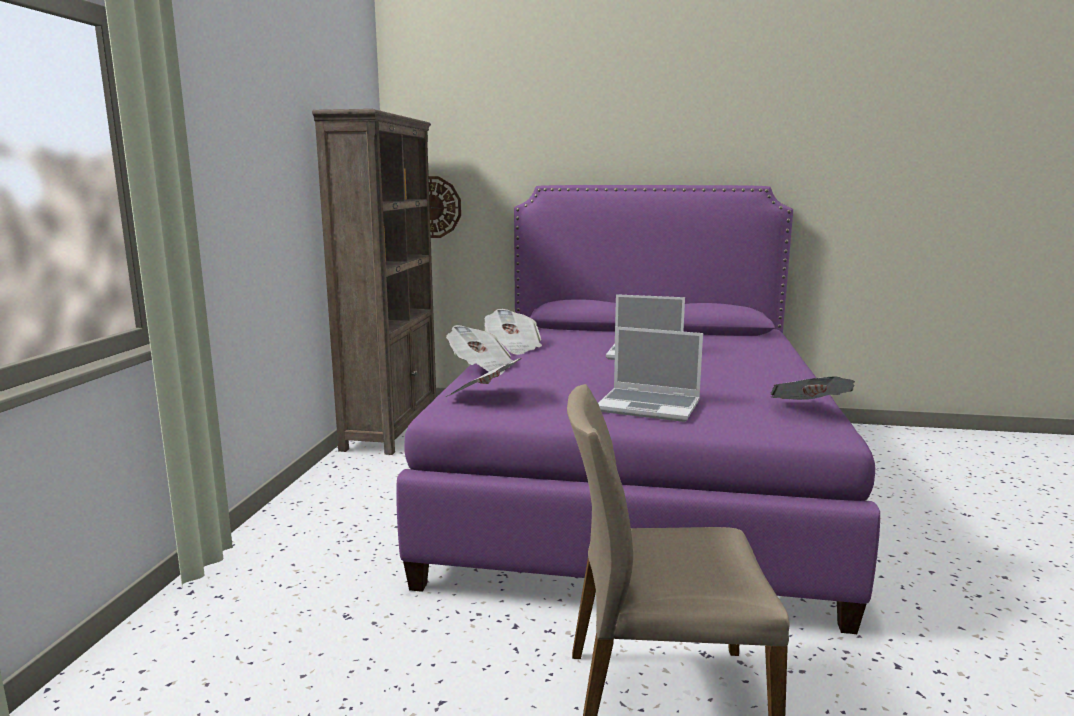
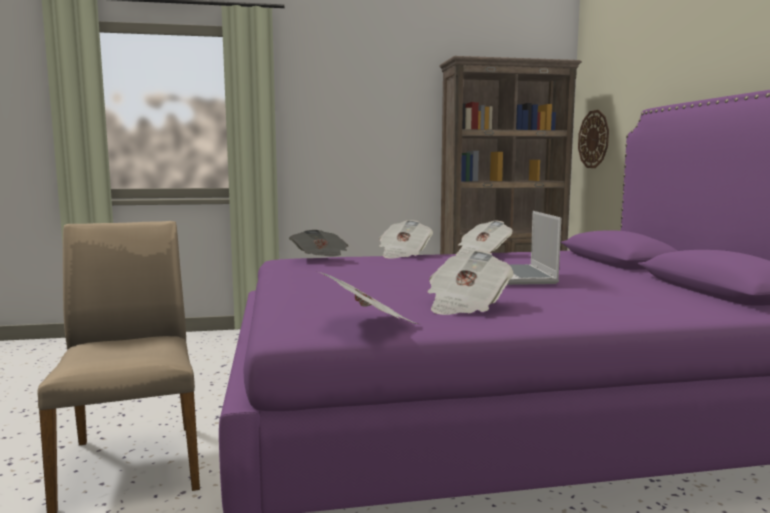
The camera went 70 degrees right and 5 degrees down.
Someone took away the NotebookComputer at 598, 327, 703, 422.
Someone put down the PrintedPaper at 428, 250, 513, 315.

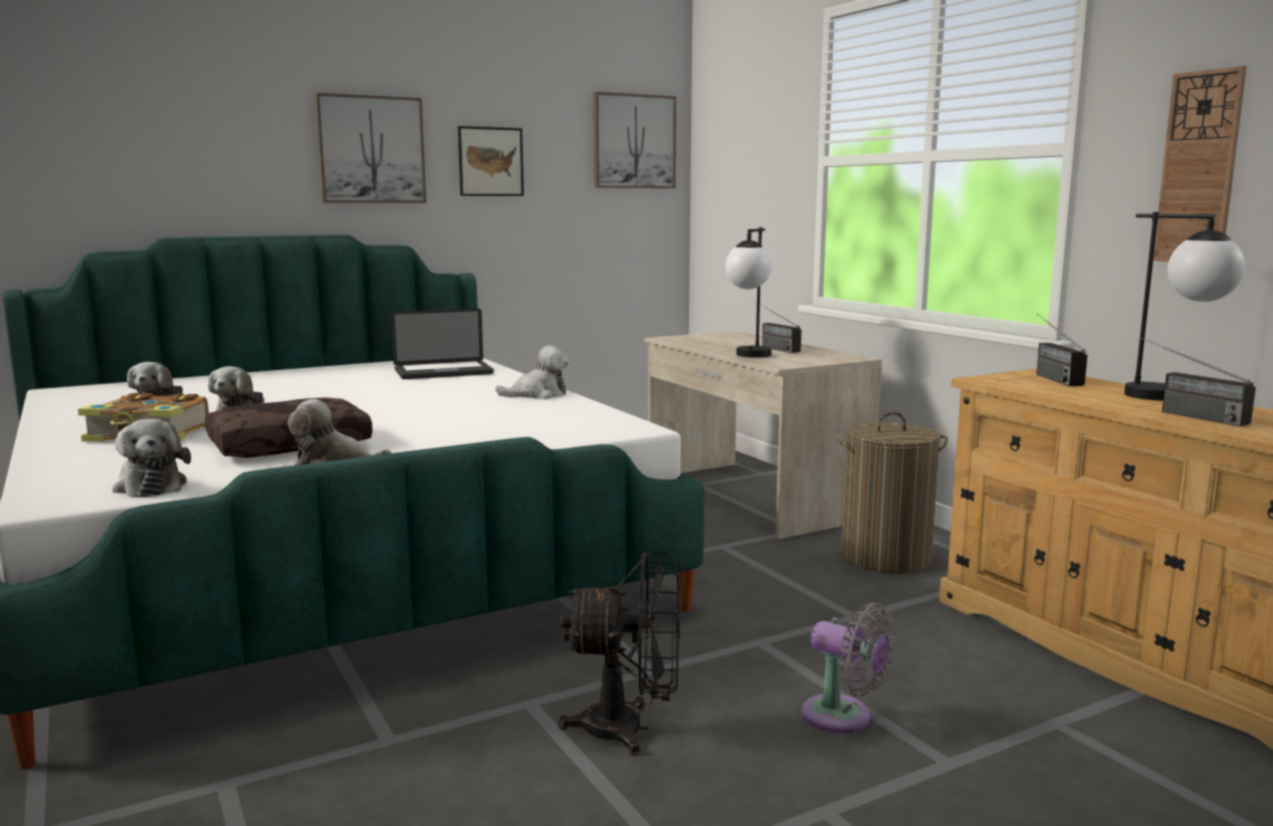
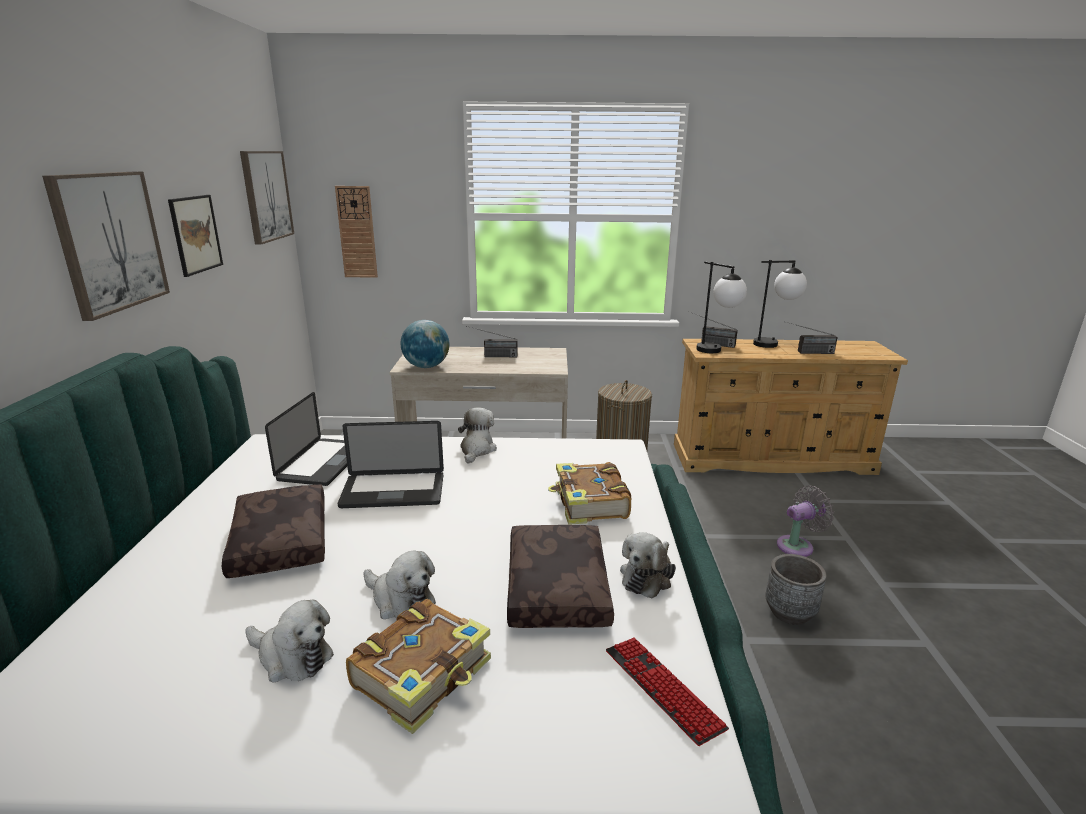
The camera went 60 degrees left and 10 degrees up.
Someone swapped the PlushToy at 112, 419, 191, 497 for the Keyboard at 606, 638, 729, 746.
Someone swapped the BlackElectricFan at 558, 552, 680, 756 for the GreyFlowerPot at 765, 554, 827, 625.
Someone carried the LampForATable from 726, 227, 772, 358 to 696, 261, 747, 353.
Someone carried the WallClock from 1153, 66, 1247, 262 to 335, 186, 378, 278.
Someone put down the BrownColouredCushion at 222, 484, 325, 578.
Someone put down the NotebookComputer at 338, 421, 444, 508.
Someone put down the WorldGlobe at 400, 320, 450, 368.
Someone put down the Book at 548, 462, 631, 525.

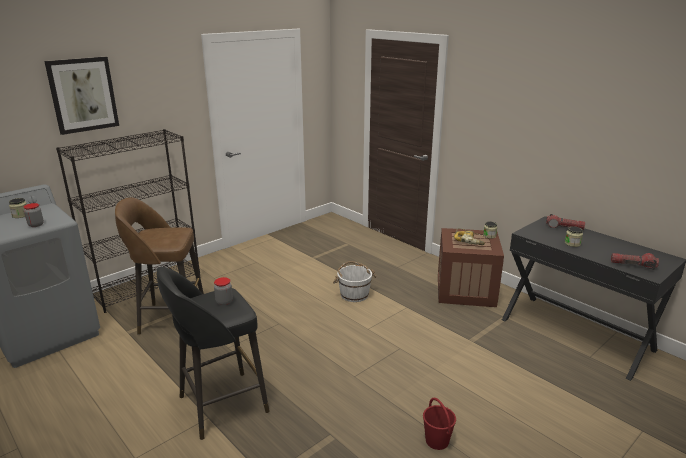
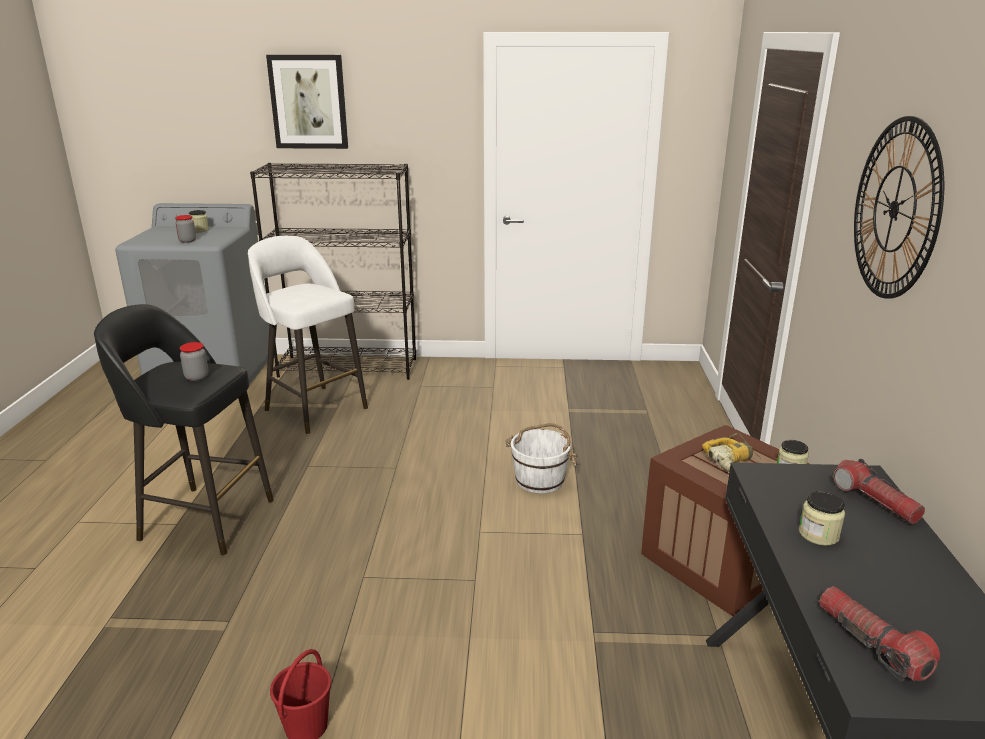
The camera went 45 degrees right and 0 degrees up.
Someone repainted the BrownColouredStool at 115, 197, 204, 335, which became the WhiteStool at 248, 236, 368, 434.
Someone put up the WallClock at 854, 116, 944, 299.

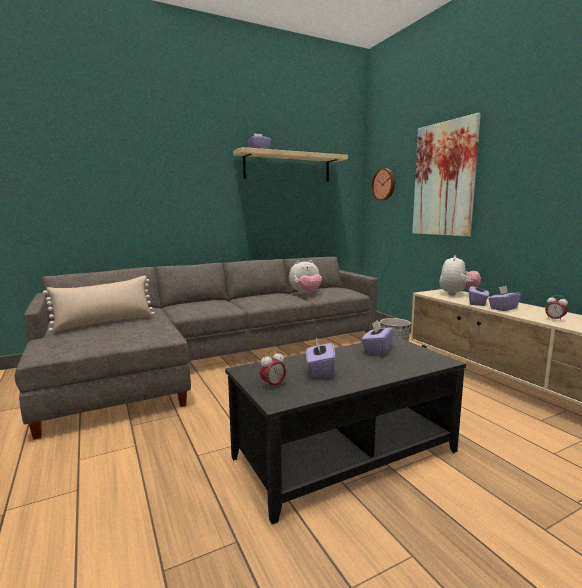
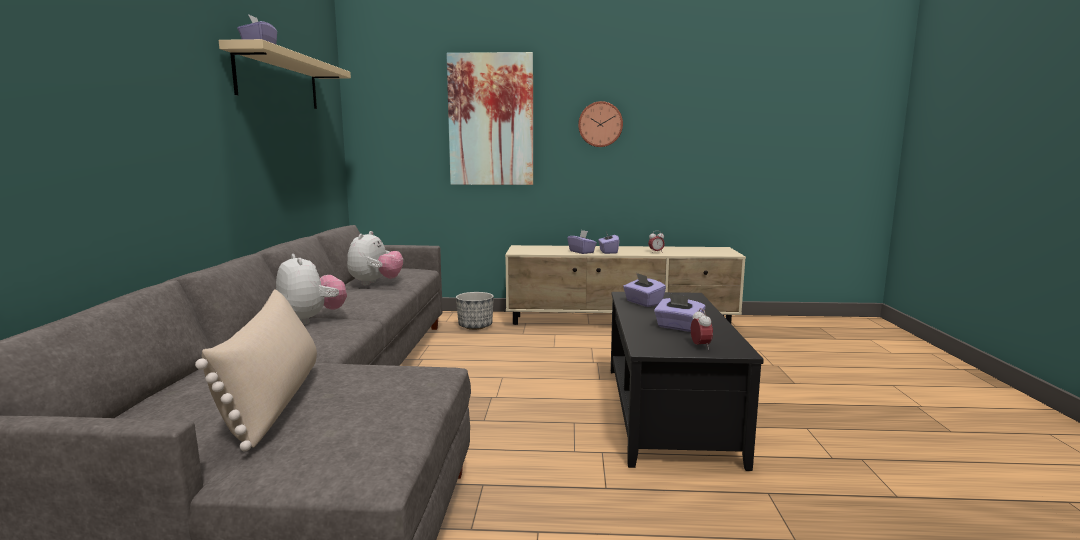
The camera went 60 degrees left and 0 degrees up.
Someone carried the WallClock from 372, 168, 395, 201 to 578, 101, 623, 147.
Someone carried the PlushToy from 439, 255, 481, 296 to 276, 254, 347, 325.

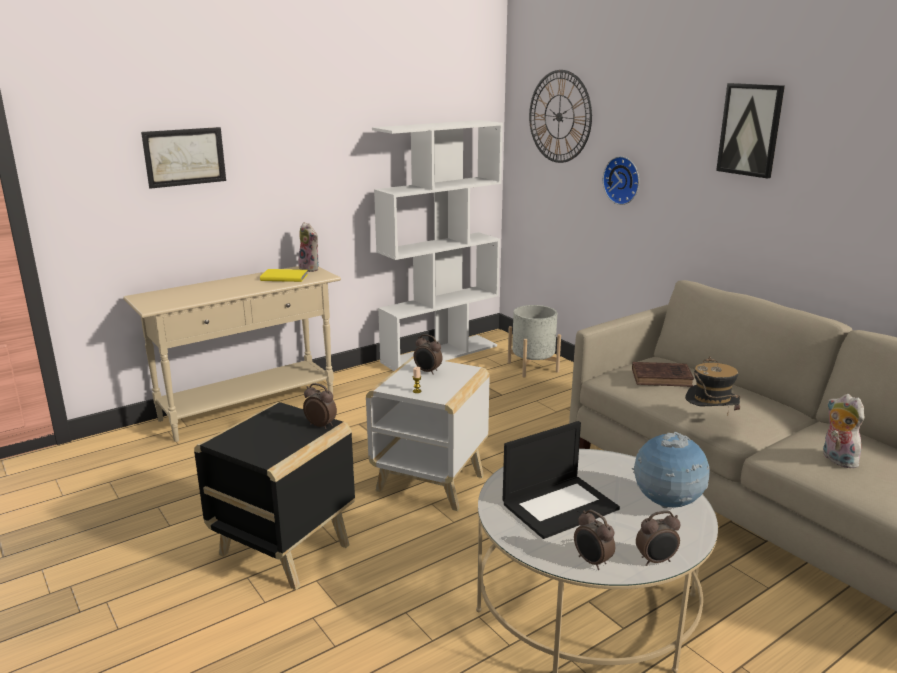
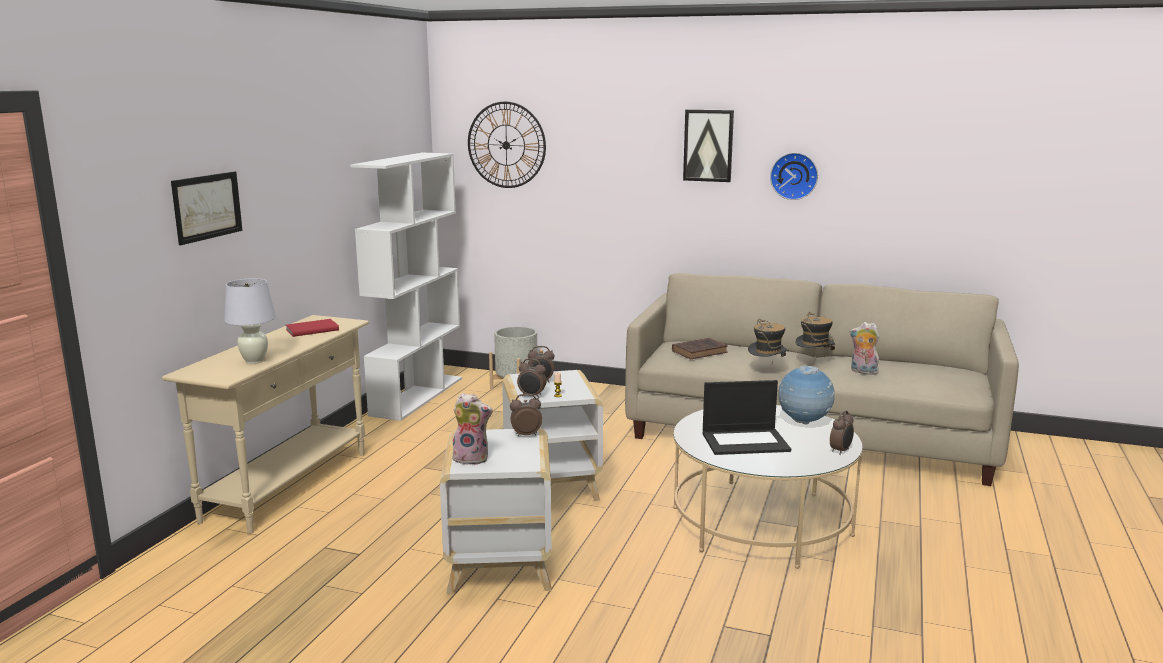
The camera went 35 degrees left and 5 degrees down.
Someone repainted the BlackAccentTable at 194, 402, 355, 590, which became the WhiteAccentTable at 440, 428, 552, 595.
Someone repainted the YellowColouredBook at 260, 269, 308, 282, which became the RedColouredBook at 286, 319, 339, 337.
Someone carried the PlushToy from 298, 222, 319, 272 to 452, 393, 493, 465.
Someone rotated the NotebookComputer at 503, 421, 620, 539 by 60 degrees clockwise.
Someone carried the TableClock from 574, 510, 615, 570 to 517, 359, 546, 398.
Someone carried the WallClock from 603, 156, 639, 205 to 770, 153, 818, 200.
Someone put down the WhiteLampForATable at 224, 278, 276, 364.
Someone put down the WearableHat at 795, 312, 835, 357.

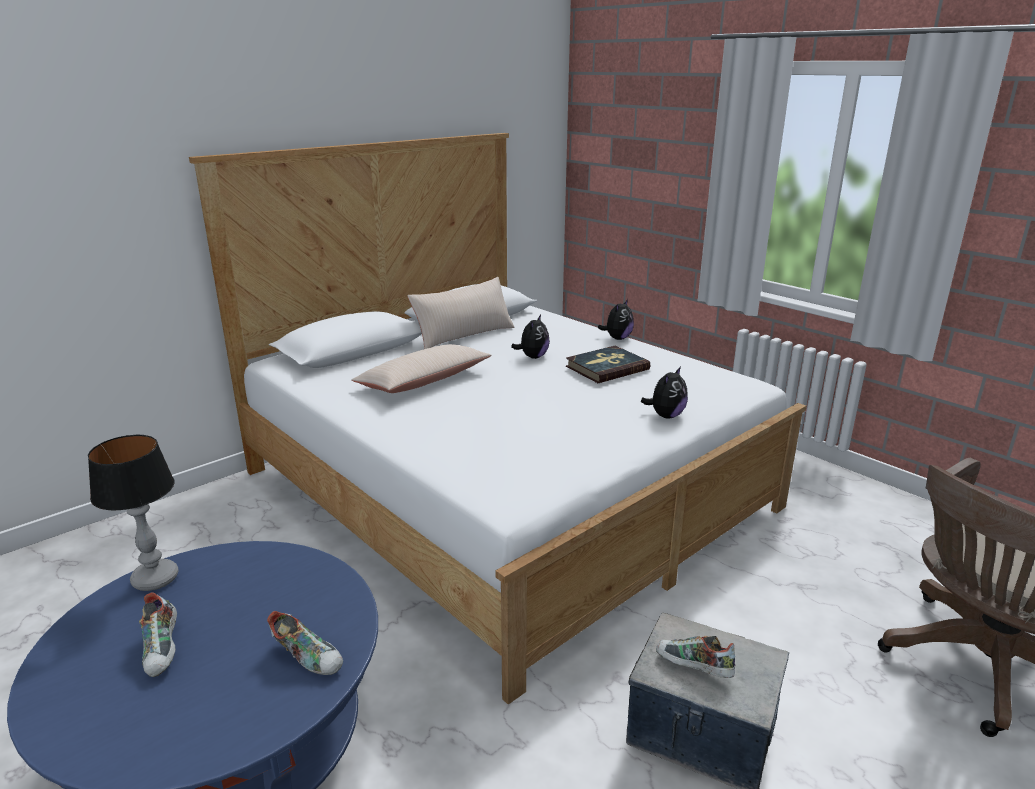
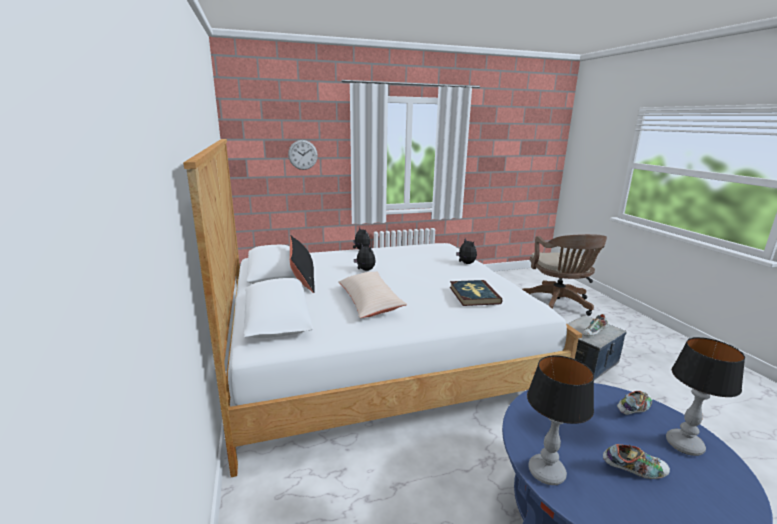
The camera went 65 degrees left and 5 degrees down.
Someone repainted the BeigeColouredCushion at 407, 277, 514, 349, which became the BlackCushion at 290, 235, 315, 293.
Someone carried the Book from 566, 346, 650, 383 to 450, 280, 502, 306.
Someone put up the WallClock at 288, 140, 318, 170.
Someone put down the LampForATable at 666, 337, 745, 456.

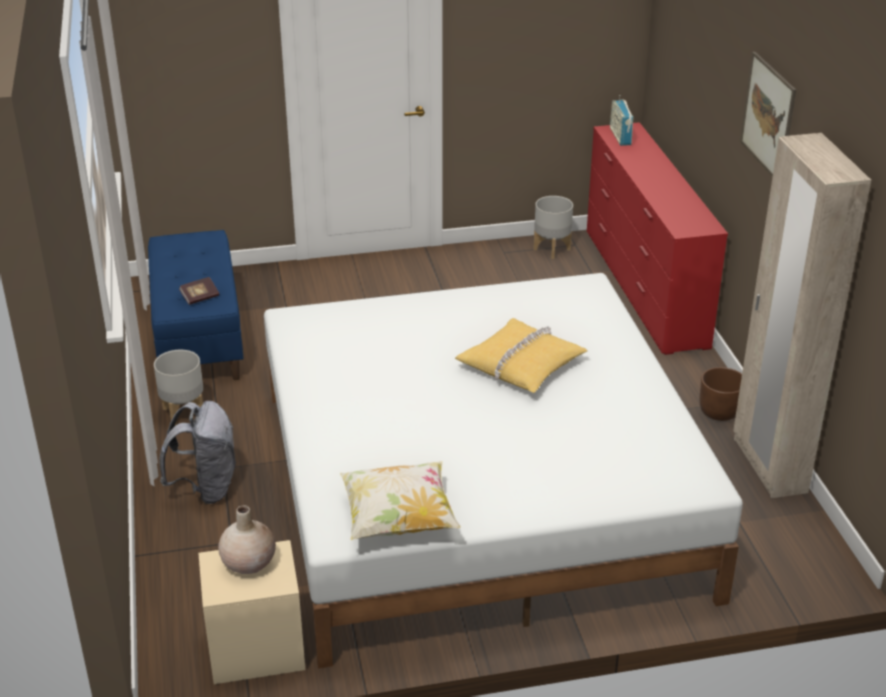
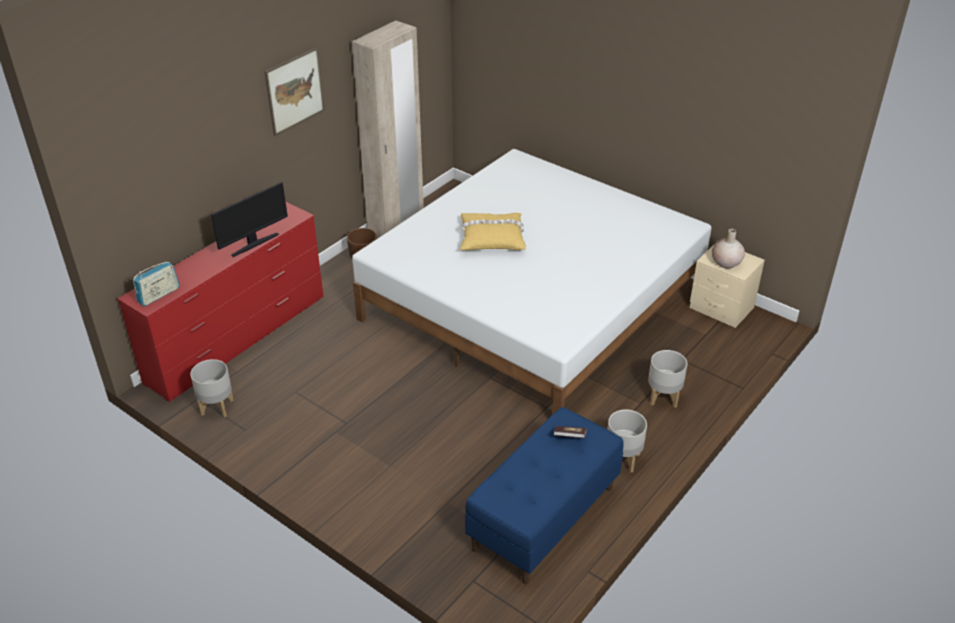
The camera went 130 degrees left and 5 degrees up.
Someone swapped the GreyBackpack at 160, 401, 236, 504 for the GreyFlowerPot at 648, 350, 687, 408.
Someone took away the Cushion at 340, 461, 461, 540.
Someone put down the Monitor at 211, 182, 288, 257.

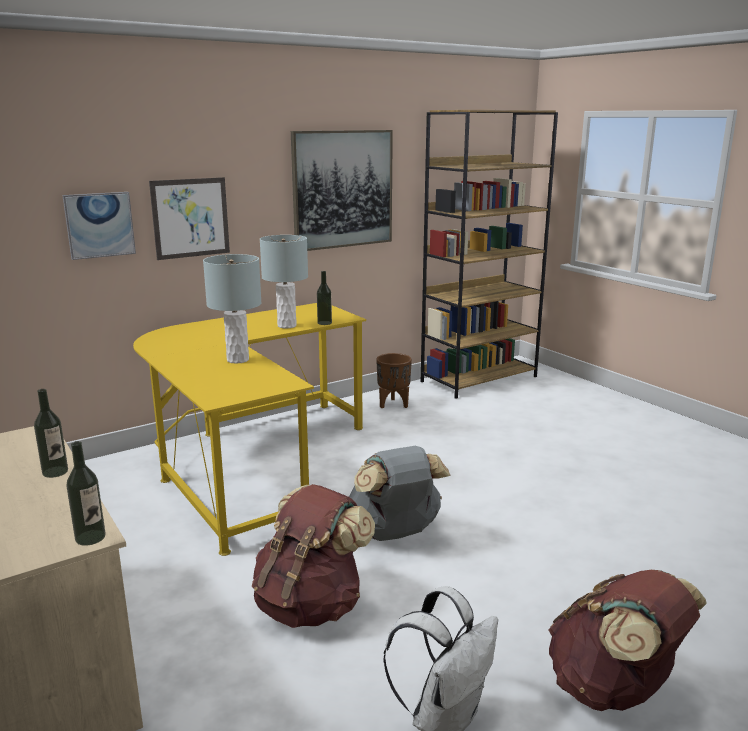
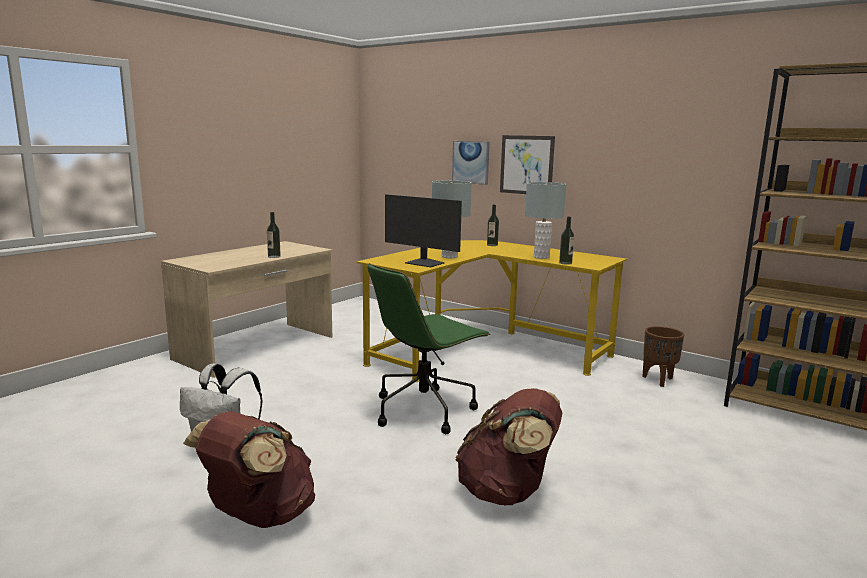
The camera went 70 degrees right and 5 degrees down.
Someone carried the BeverageBottle from 66, 441, 105, 546 to 487, 205, 499, 246.
Someone carried the BrownColouredBackpack from 252, 484, 375, 628 to 455, 388, 562, 506.
Someone took away the Picture at 291, 130, 393, 251.
Someone swapped the GreyBackpack at 349, 446, 451, 541 for the GreenOfficeChair at 368, 263, 490, 434.
Someone put down the Monitor at 385, 194, 462, 267.

